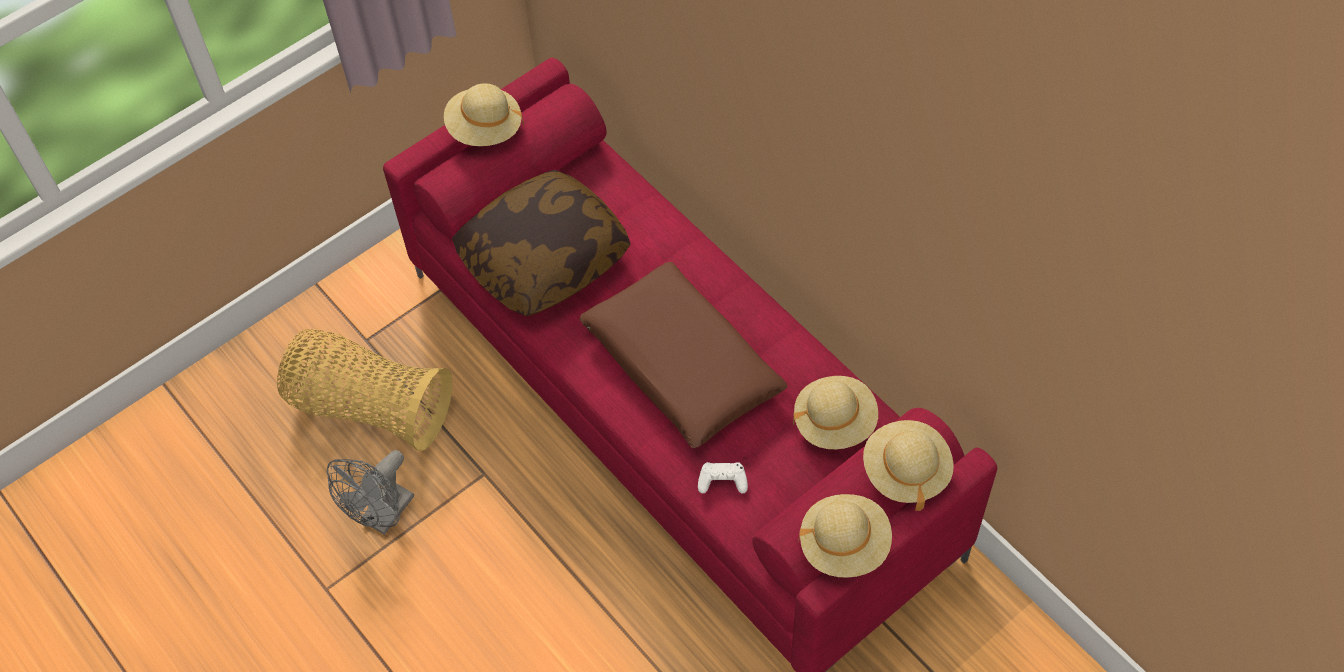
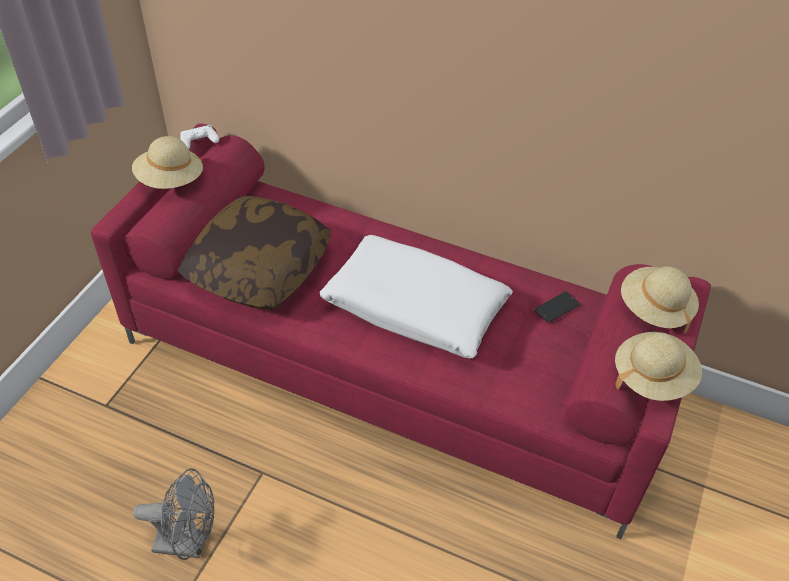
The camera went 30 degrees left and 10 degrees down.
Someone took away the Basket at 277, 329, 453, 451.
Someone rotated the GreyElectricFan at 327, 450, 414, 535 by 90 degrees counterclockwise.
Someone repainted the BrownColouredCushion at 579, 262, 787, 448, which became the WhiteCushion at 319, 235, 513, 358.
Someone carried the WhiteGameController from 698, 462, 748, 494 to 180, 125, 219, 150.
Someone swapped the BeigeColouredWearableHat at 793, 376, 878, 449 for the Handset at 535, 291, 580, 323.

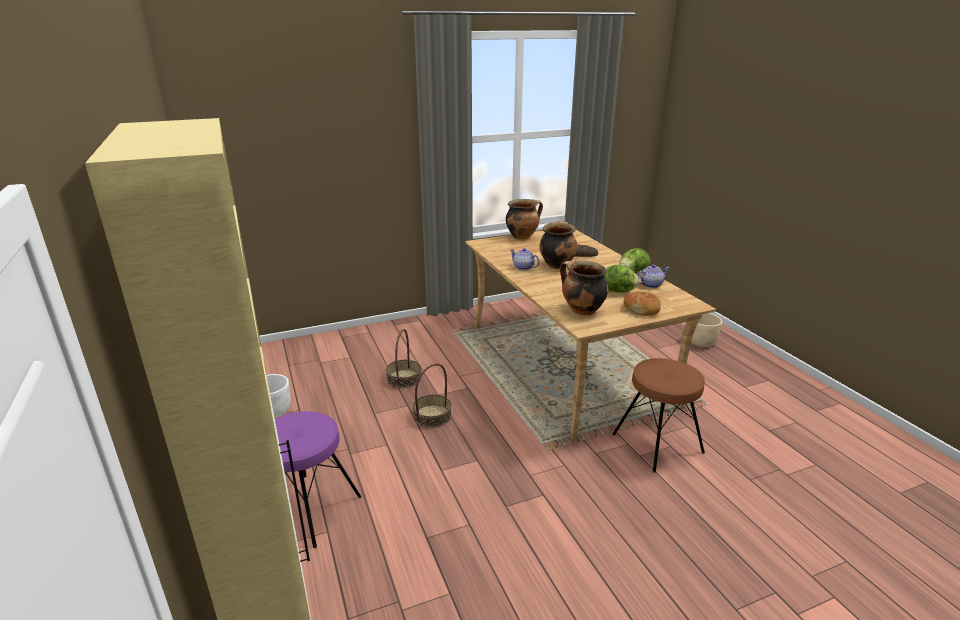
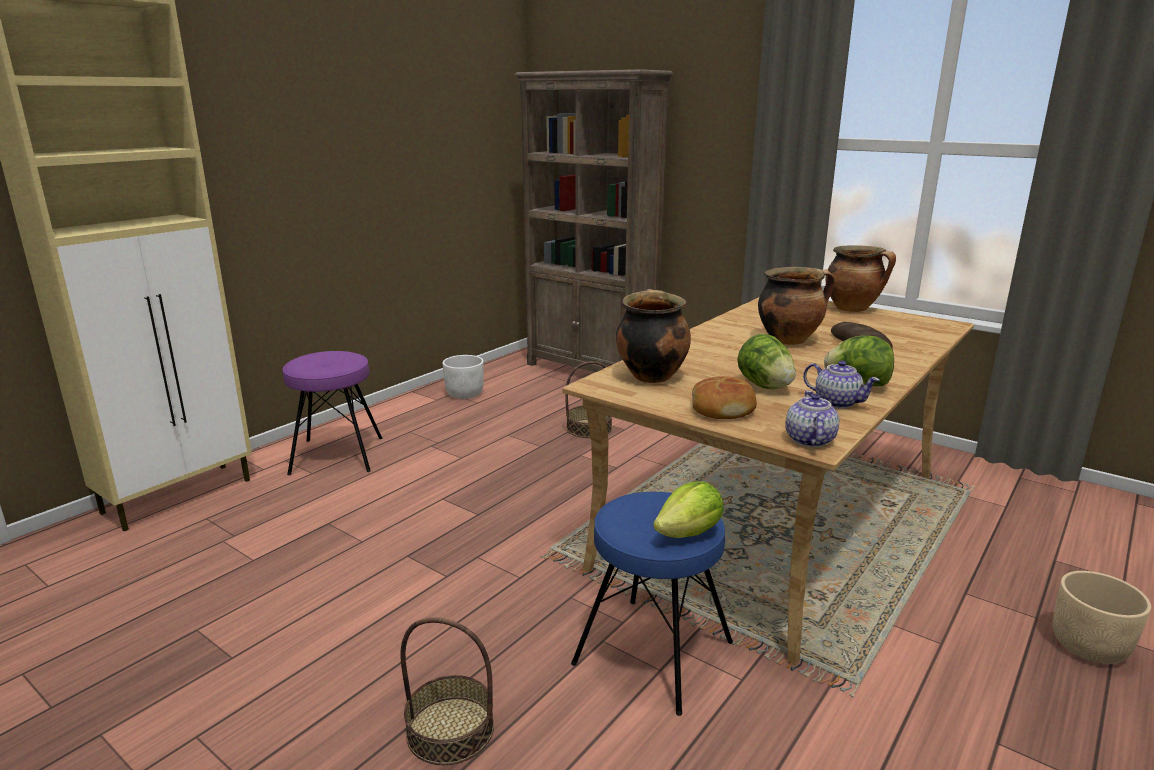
The camera went 60 degrees right and 5 degrees down.
Someone carried the Basket from 413, 363, 452, 428 to 400, 617, 494, 765.
Someone carried the TeaPot from 510, 248, 539, 270 to 785, 391, 839, 447.
Someone repainted the BrownColouredStool at 612, 358, 705, 473, which became the BlueStool at 571, 492, 733, 716.
Someone put down the BrownColouredShelvingUnit at 515, 69, 673, 372.
Someone put down the Lettuce at 653, 481, 724, 538.

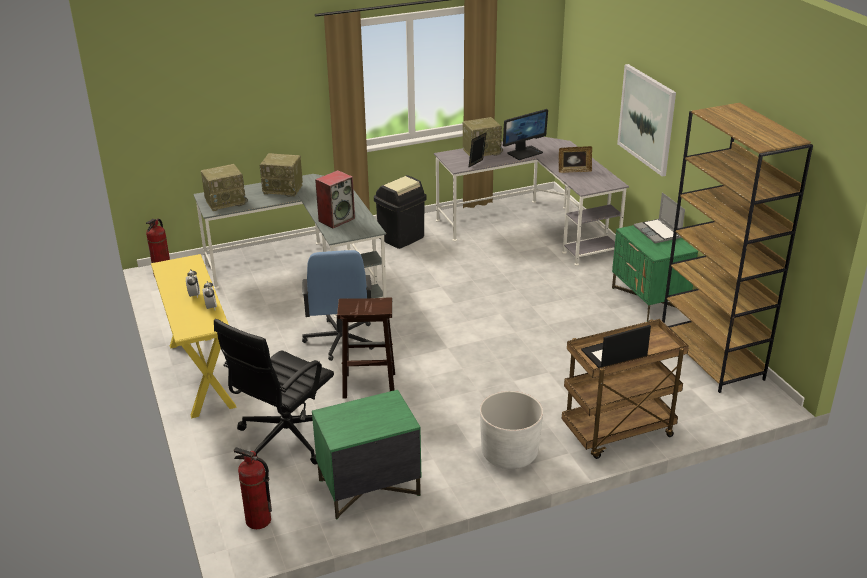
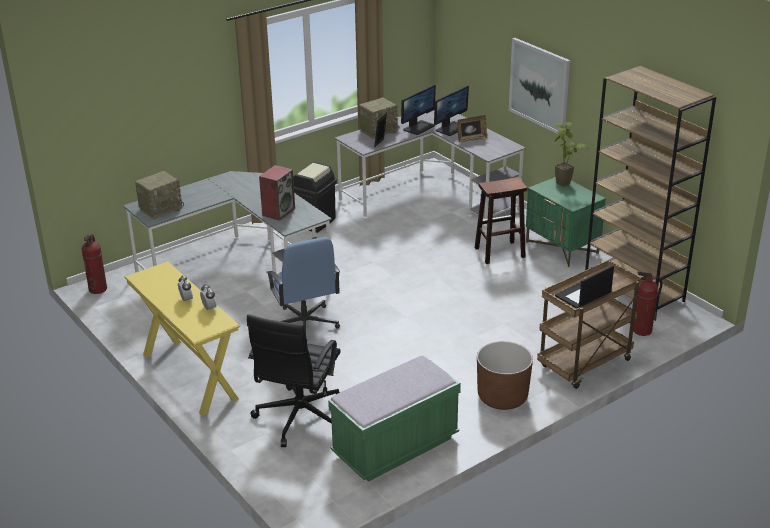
The camera went 15 degrees left and 0 degrees up.
Someone carried the Extinguisher from 234, 447, 272, 529 to 633, 272, 662, 336.
Someone took away the RadioSet at 260, 153, 303, 197.
Someone swapped the GreenNightstand at 312, 390, 421, 519 for the GreenBench at 328, 356, 461, 482.
Someone carried the BrownColouredStool from 337, 297, 395, 398 to 475, 177, 528, 264.
Someone repainted the WhiteFlowerPot at 480, 391, 543, 469, which became the BrownColouredFlowerPot at 477, 341, 533, 410.
Someone swapped the NotebookComputer at 634, 193, 685, 243 for the PottedPlant at 554, 122, 589, 187.
Someone put down the Monitor at 434, 86, 469, 136.

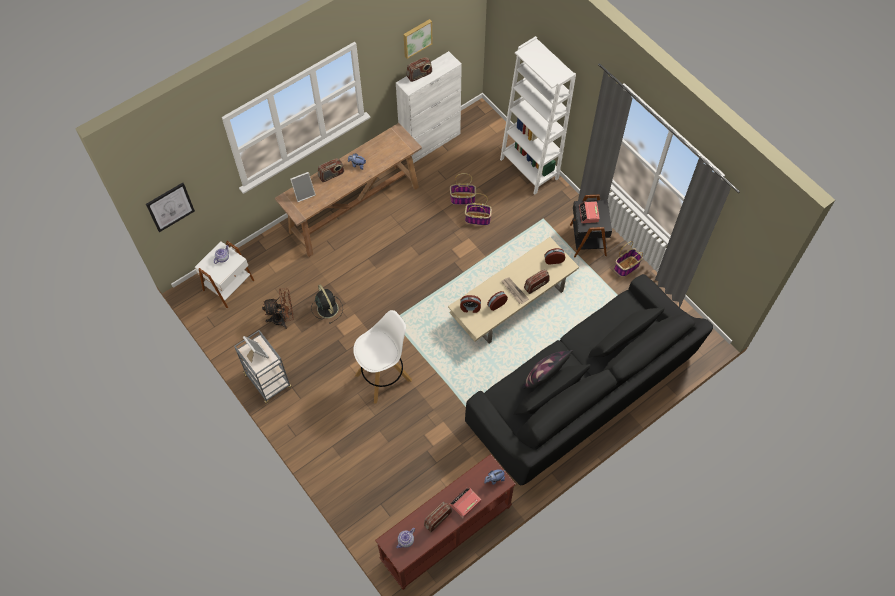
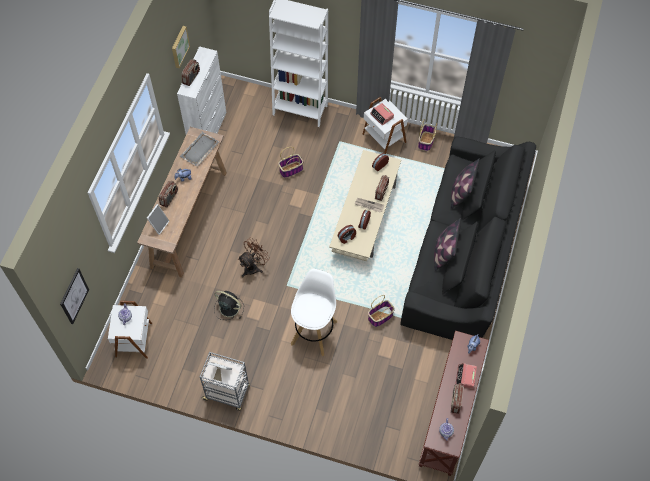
The camera went 35 degrees left and 0 degrees up.
Someone carried the BrownColouredElectricFan from 262, 288, 293, 329 to 238, 237, 270, 277.
Someone carried the Basket from 450, 173, 476, 205 to 368, 295, 395, 327.
Someone repainted the BlackAccentTable at 570, 195, 612, 257, which became the WhiteAccentTable at 362, 97, 408, 154.
Someone put down the GreyTray at 180, 132, 219, 167.
Someone put down the Cushion at 451, 158, 480, 209.

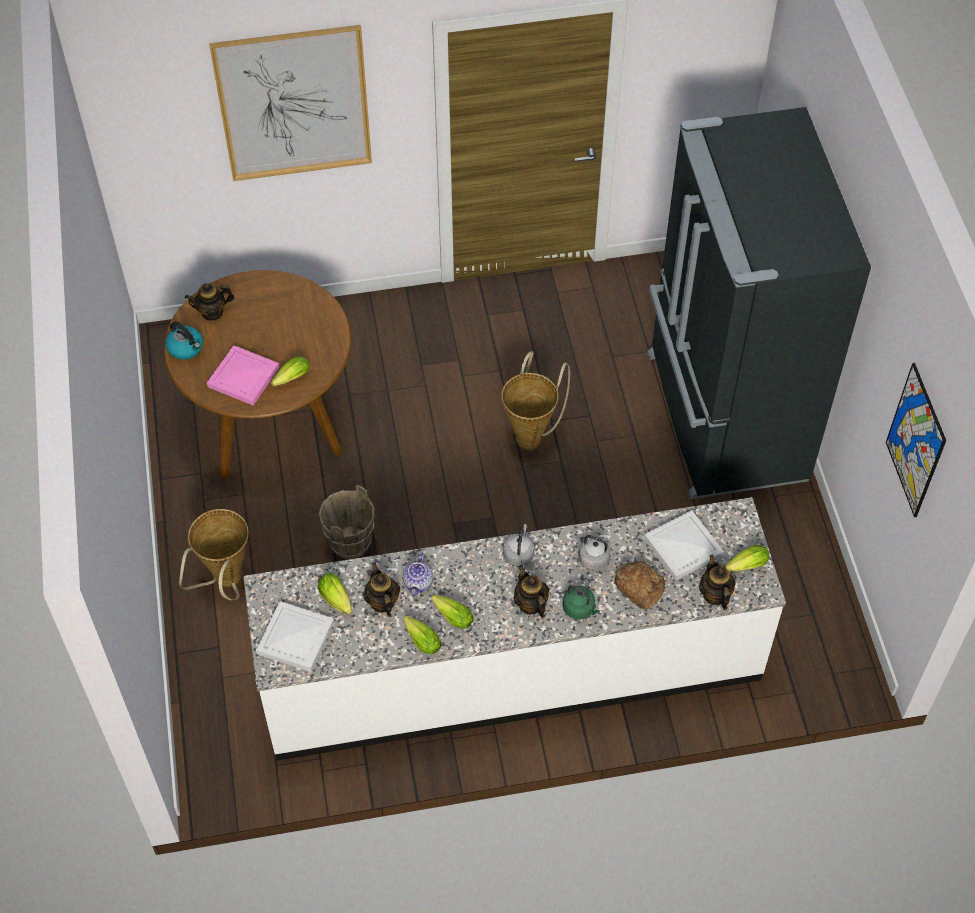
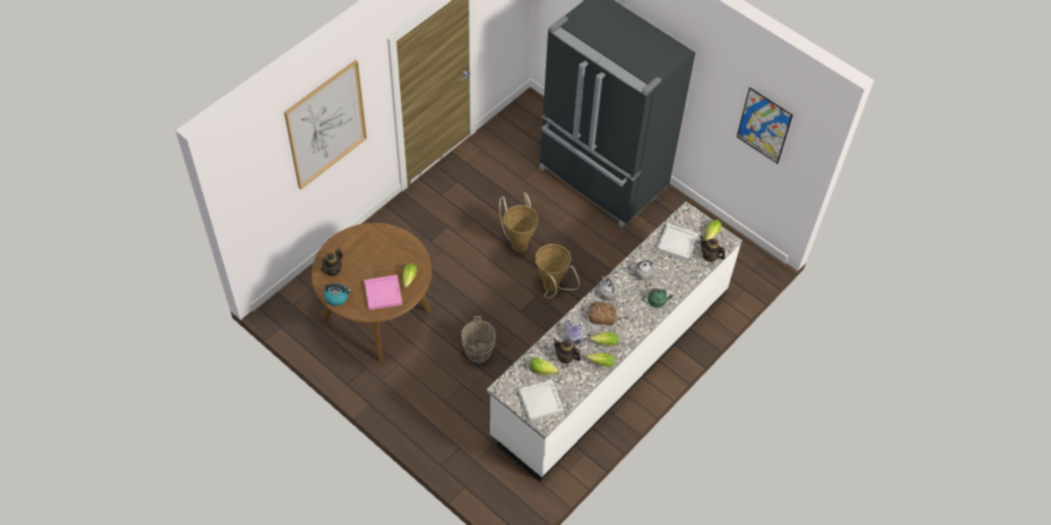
The camera went 40 degrees left and 0 degrees up.
Someone carried the Basket from 179, 509, 249, 600 to 535, 244, 580, 298.
Someone took away the TeaPot at 514, 565, 549, 618.
Someone carried the BakeryBread from 615, 561, 665, 609 to 587, 302, 617, 326.

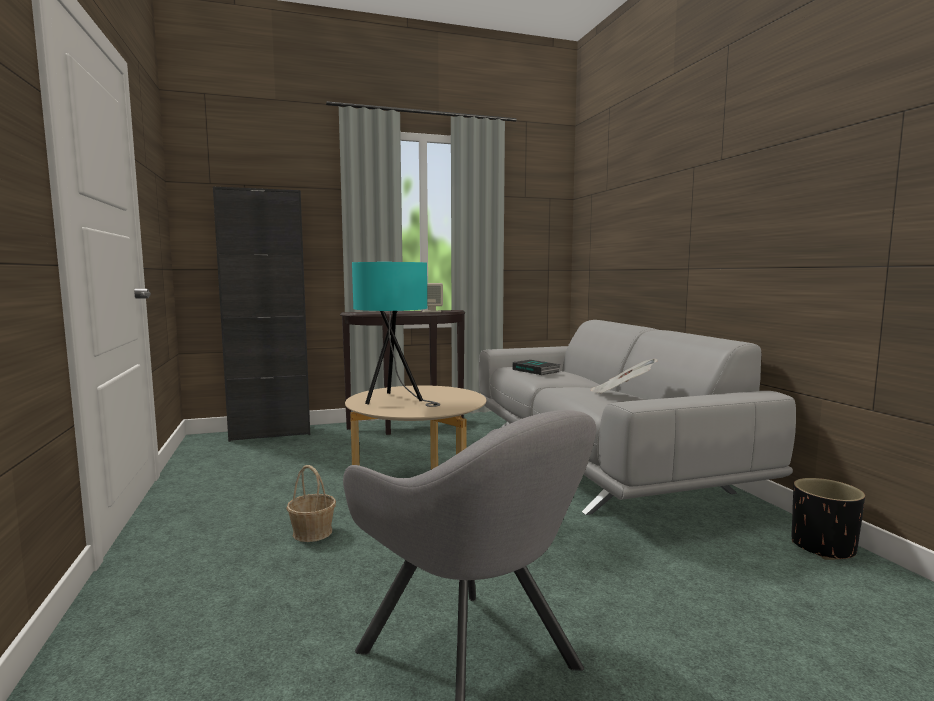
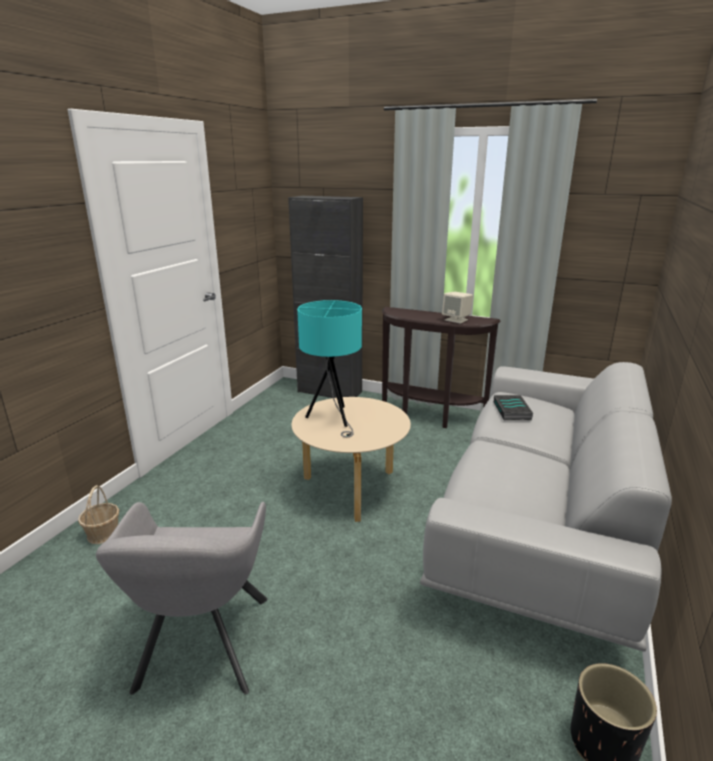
The camera went 40 degrees right and 15 degrees up.
Someone carried the Basket from 286, 465, 336, 542 to 78, 485, 119, 544.
Someone took away the PrintedPaper at 590, 359, 658, 393.

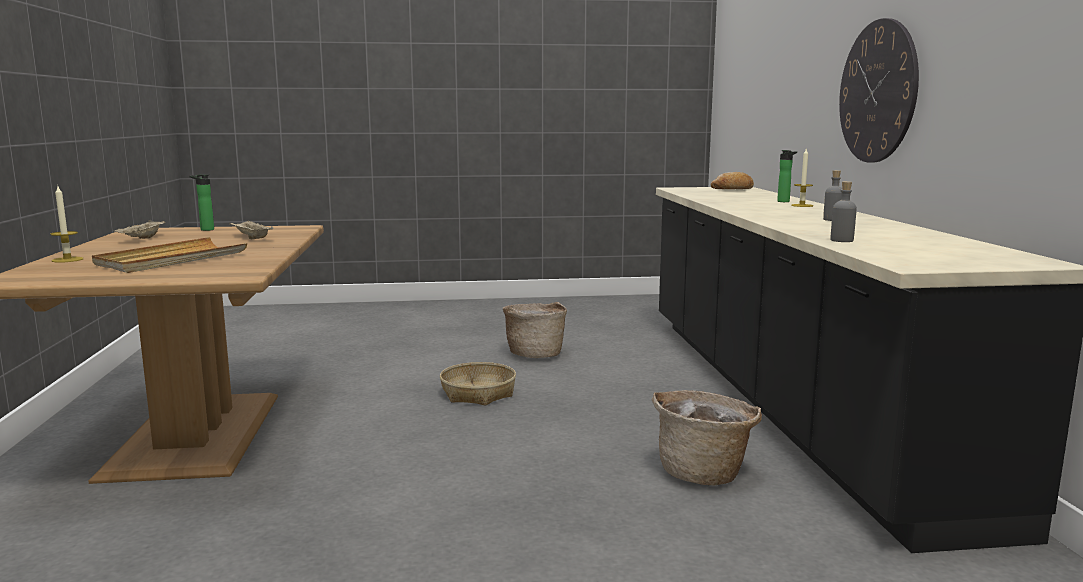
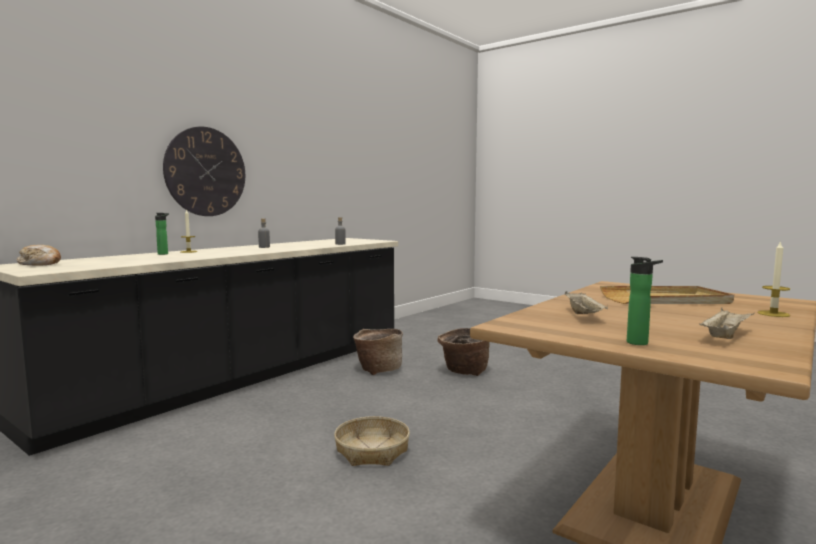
The camera went 135 degrees left and 5 degrees down.
Someone carried the Basket from 503, 302, 567, 358 to 437, 328, 489, 376.

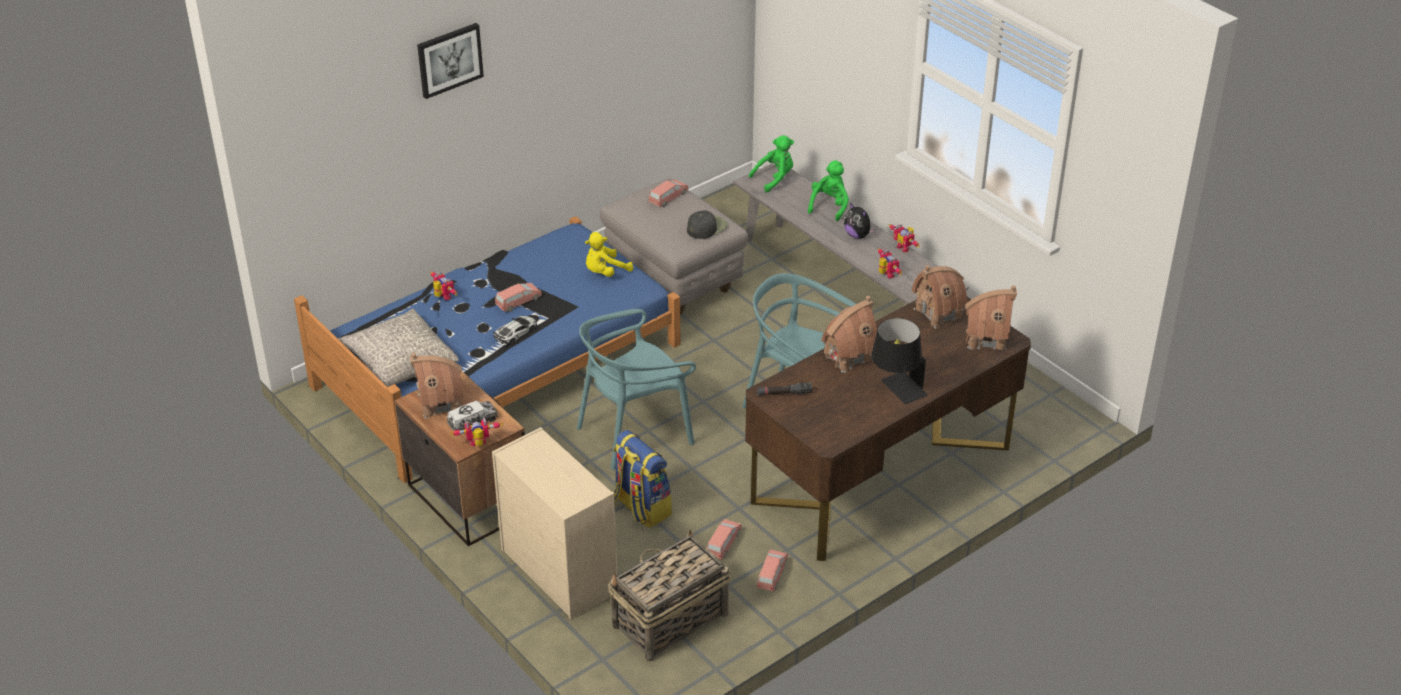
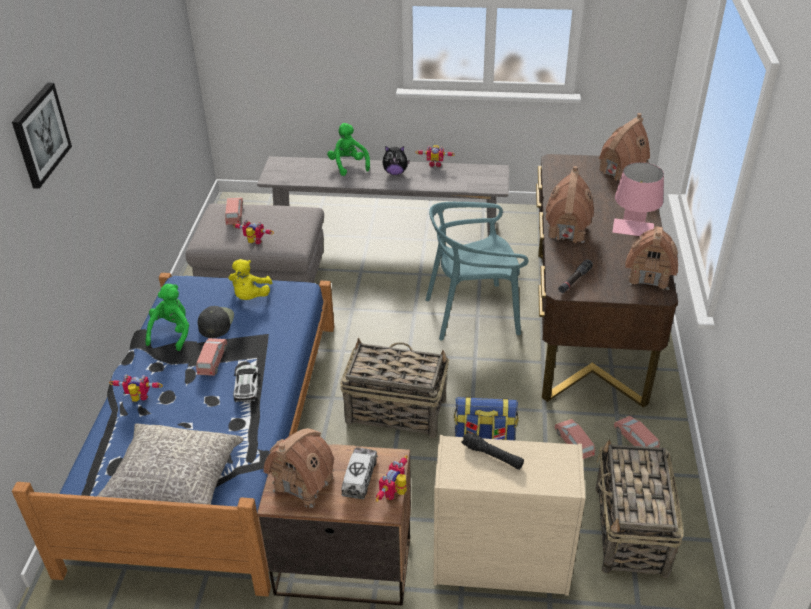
The camera went 45 degrees left and 0 degrees up.
Someone swapped the BlueGreenUprightChair at 577, 309, 696, 470 for the Basket at 340, 337, 449, 438.
Someone carried the BlackBaseballCap from 687, 210, 728, 239 to 198, 306, 234, 338.
Someone carried the GreenPlushToy from 749, 135, 794, 192 to 145, 284, 189, 351.
Someone repainted the BlackLampForATable at 871, 318, 928, 404, which became the PinkColouredLampForATable at 612, 162, 664, 236.
Someone carried the RobotFigure from 878, 248, 902, 279 to 233, 219, 274, 244.
Someone carried the ToyHouse from 912, 265, 967, 329 to 625, 226, 678, 290.
Someone put down the BlackTorch at 461, 432, 524, 470.

